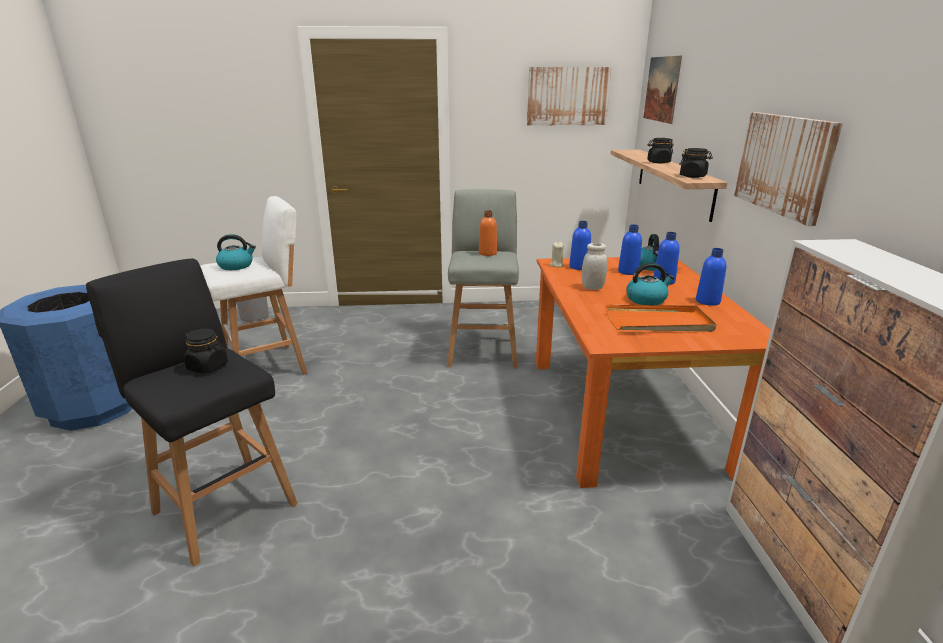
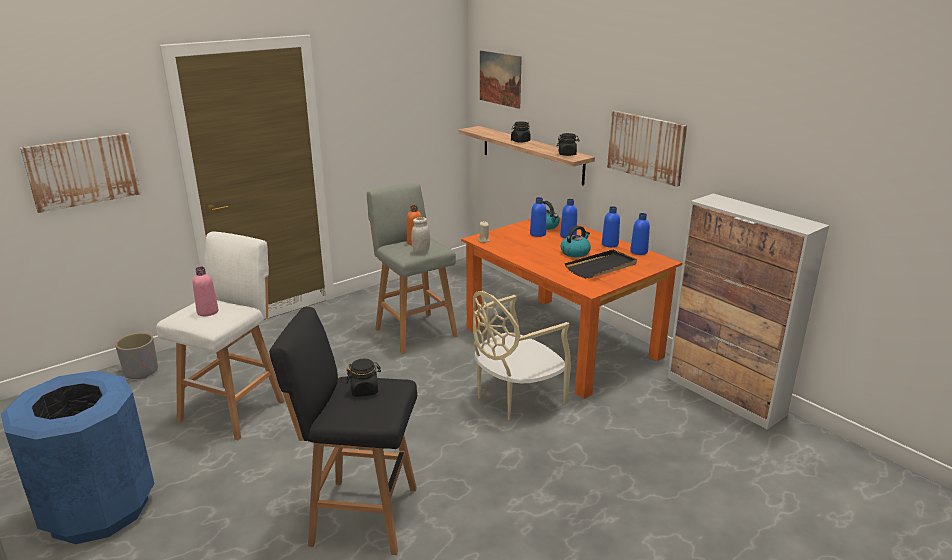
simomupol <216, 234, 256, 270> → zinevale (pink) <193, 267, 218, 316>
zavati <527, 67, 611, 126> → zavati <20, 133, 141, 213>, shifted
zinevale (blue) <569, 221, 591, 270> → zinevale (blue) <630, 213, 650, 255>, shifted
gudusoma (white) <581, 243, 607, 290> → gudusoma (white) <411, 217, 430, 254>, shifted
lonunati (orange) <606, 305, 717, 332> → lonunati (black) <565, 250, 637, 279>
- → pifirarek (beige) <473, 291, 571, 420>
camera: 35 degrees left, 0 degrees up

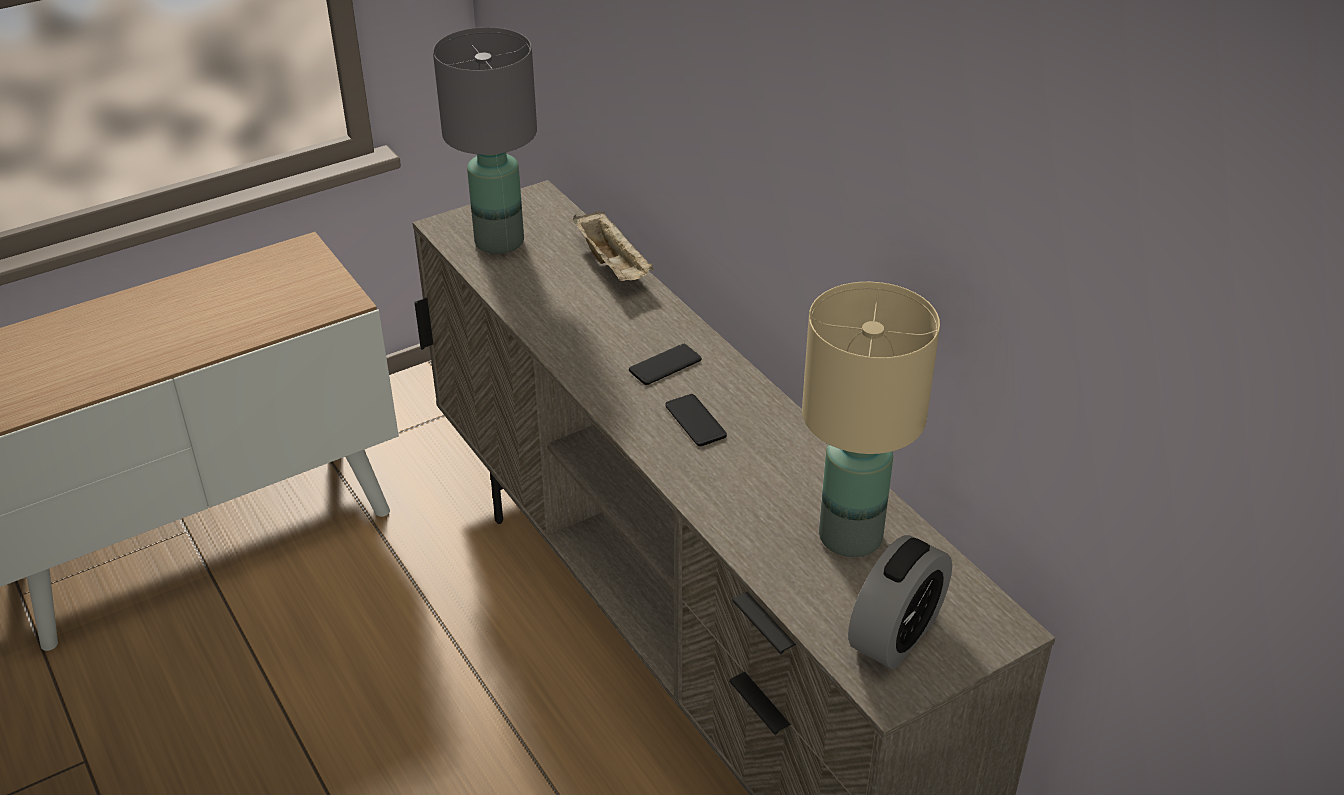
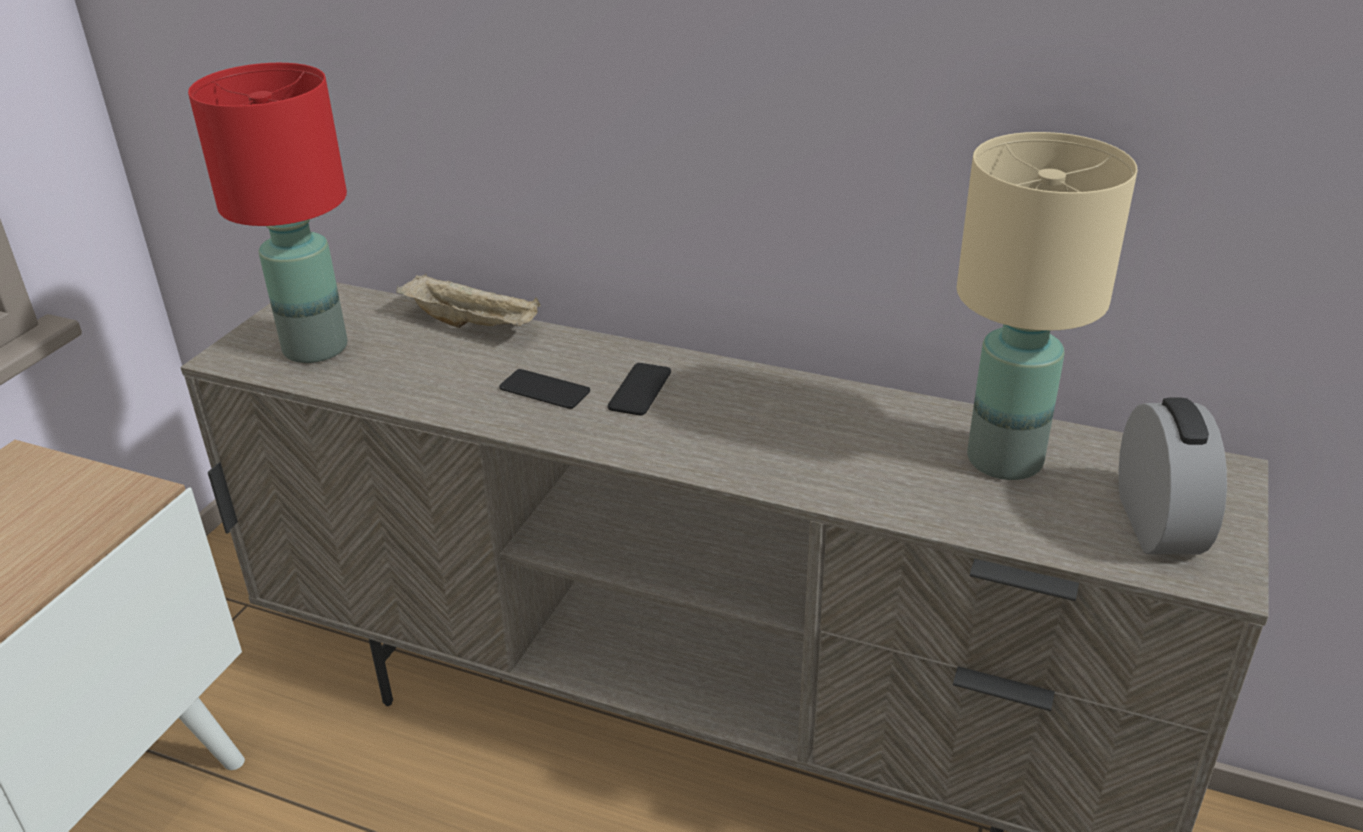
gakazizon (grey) <433, 27, 537, 254> → gakazizon (red) <188, 63, 347, 363>
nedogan <665, 394, 727, 446> → nedogan <499, 369, 590, 409>, shifted
camera: 35 degrees left, 5 degrees down

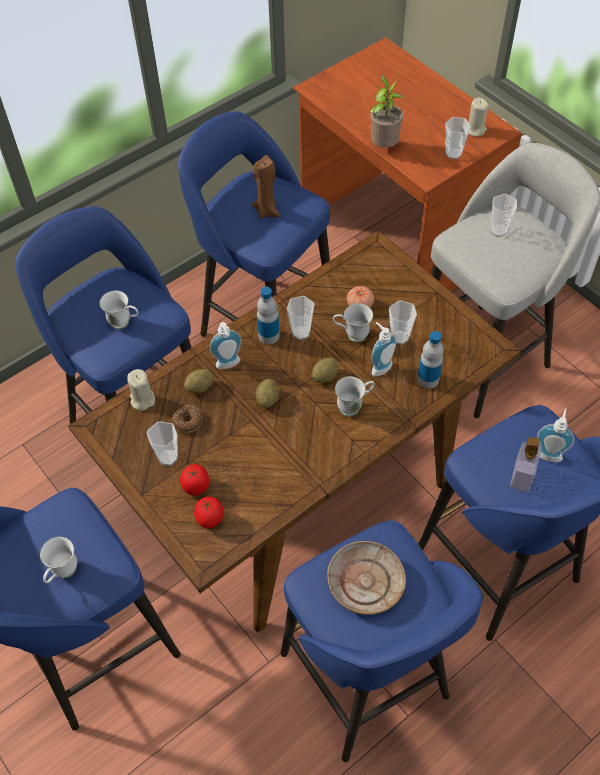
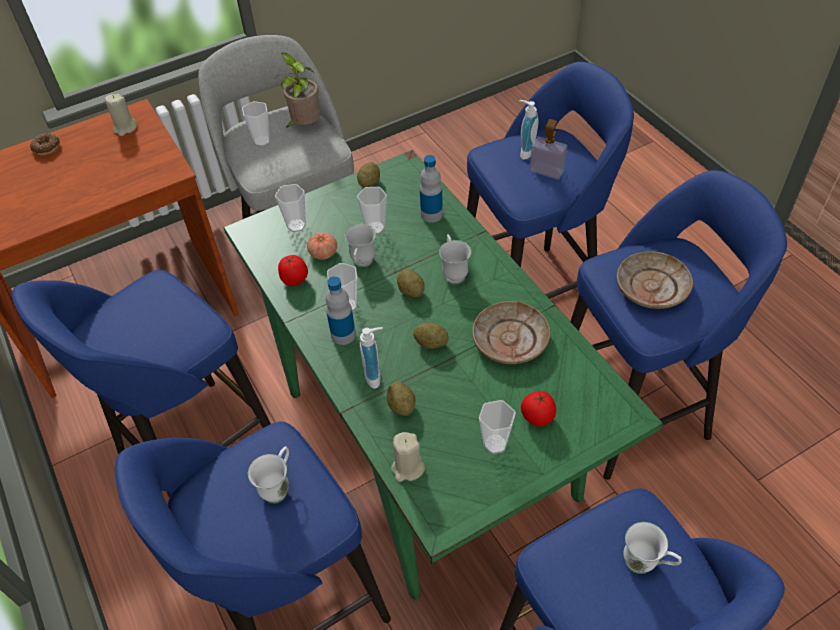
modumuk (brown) <68, 230, 522, 632> → modumuk (green) <223, 150, 664, 600>
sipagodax <172, 405, 203, 433> → sipagodax <30, 133, 60, 155>, shifted
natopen <194, 497, 224, 528> → natopen <278, 255, 308, 286>, shifted
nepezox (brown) <252, 155, 280, 219> → -
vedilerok <370, 74, 403, 148> → vedilerok <271, 53, 320, 128>, shifted
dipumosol <371, 322, 397, 376> → -
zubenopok <445, 117, 471, 159> → zubenopok <275, 184, 306, 232>, shifted
- → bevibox <357, 162, 380, 188>
- → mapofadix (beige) <472, 301, 550, 364>
camera: 80 degrees left, 5 degrees down

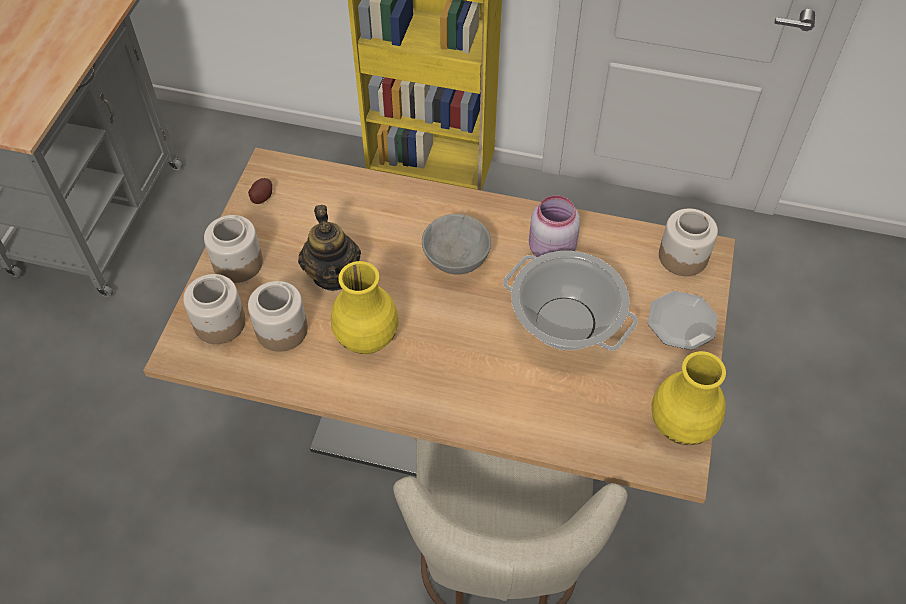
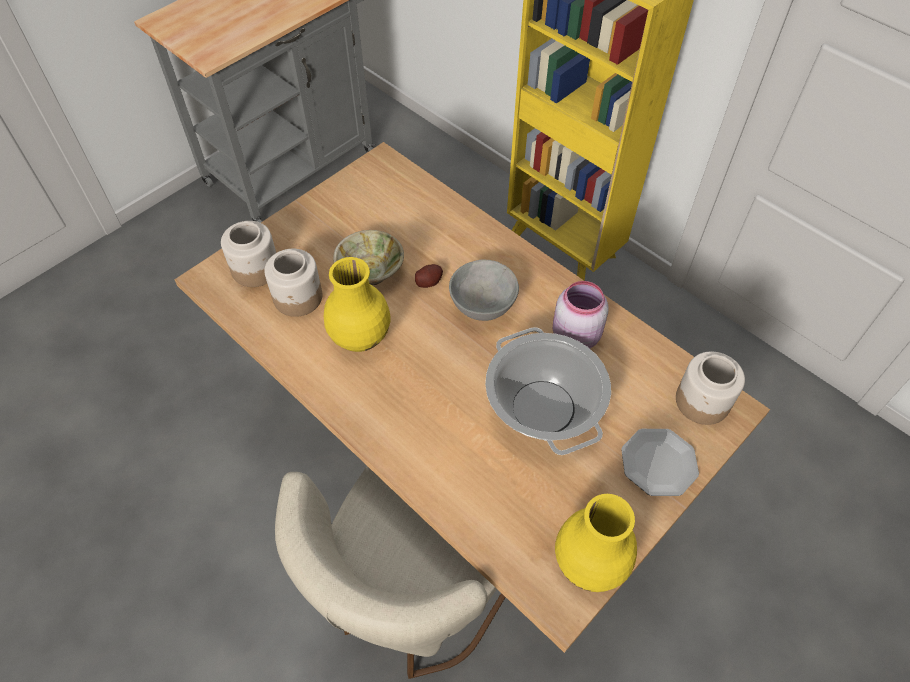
gudusoma <204, 215, 263, 283> → -
bevibox <248, 178, 272, 204> → bevibox <415, 264, 443, 288>, shifted
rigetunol <298, 205, 361, 291> → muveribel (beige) <333, 230, 404, 286>
camera: 30 degrees right, 0 degrees up

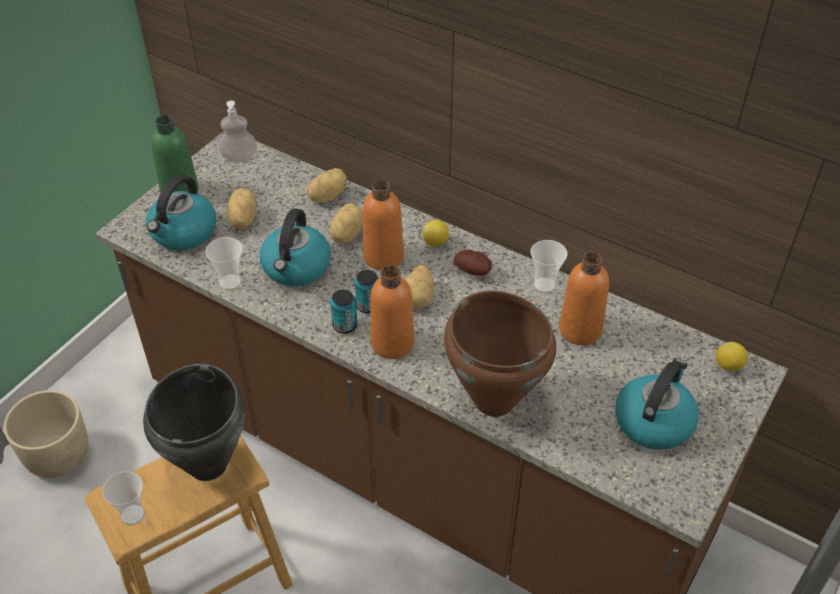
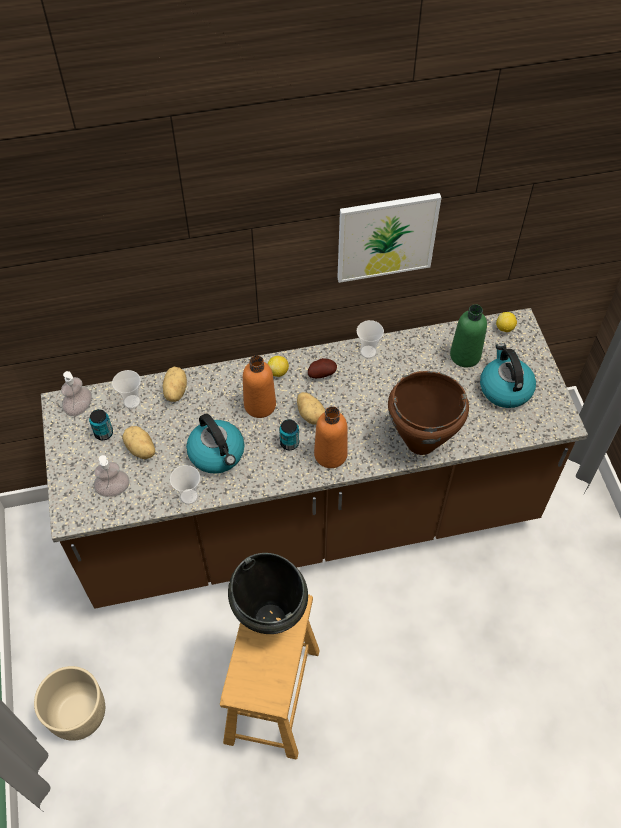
zubenopok <102, 471, 145, 525> → zubenopok <112, 370, 141, 409>, shifted
simomupol <146, 175, 216, 250> → dipumosol <94, 455, 129, 497>
zinevale (green) <151, 115, 199, 193> → zinevale (green) <450, 304, 487, 367>, shifted
bevibox <330, 203, 363, 243> → -
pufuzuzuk <330, 290, 357, 334> → pufuzuzuk <89, 409, 113, 440>, shifted
zinevale (orange) <559, 252, 609, 345> → -
- → zavati <337, 193, 441, 283>
camera: 45 degrees left, 10 degrees up

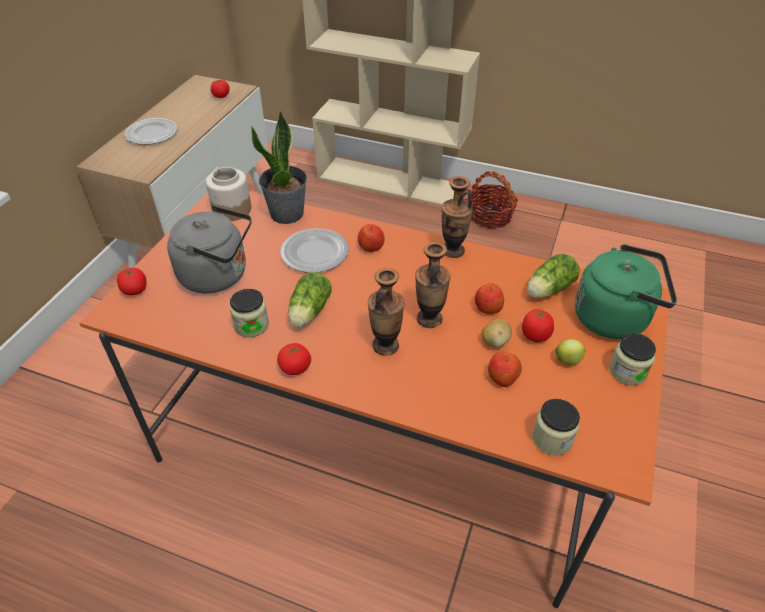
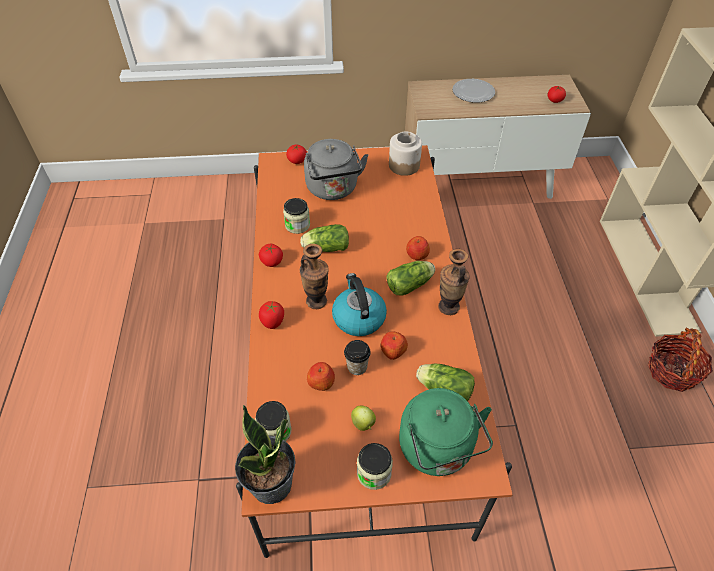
vedilerok <251, 111, 307, 224> → vedilerok <235, 405, 295, 504>, shifted
mapofadix <280, 228, 349, 273> → -
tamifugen <415, 242, 450, 328> → simomupol <332, 273, 387, 336>
bevibox <482, 319, 512, 348> → zubenopok <344, 340, 371, 375>
natopen <522, 309, 554, 342> → natopen <259, 301, 284, 329>, shifted
- → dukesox <387, 261, 435, 295>
camera: 65 degrees right, 5 degrees up

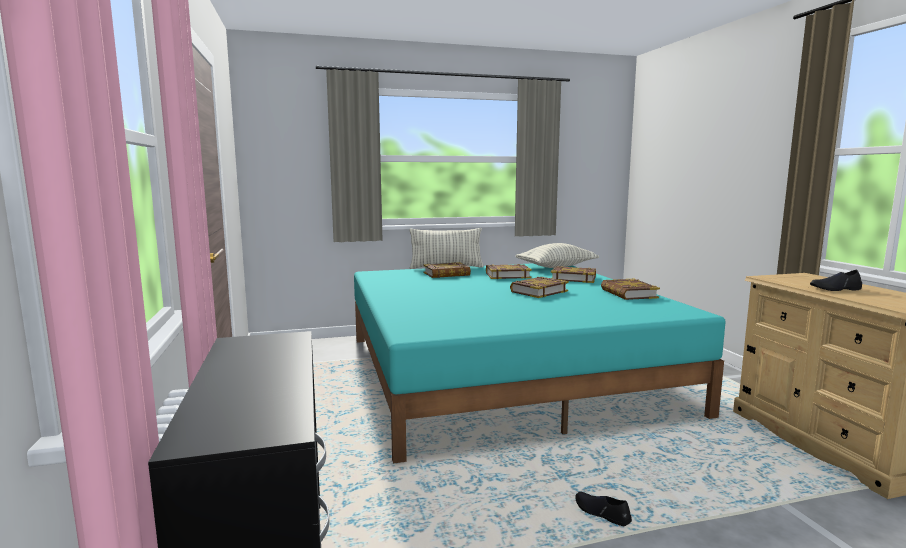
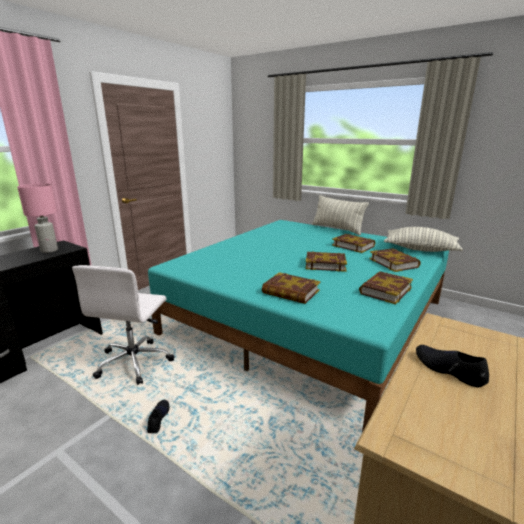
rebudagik <423, 262, 471, 278> → rebudagik <262, 272, 320, 304>, shifted
- → gakazizon (pink) <17, 183, 58, 253>
- → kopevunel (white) <72, 265, 175, 385>
camera: 50 degrees right, 10 degrees up

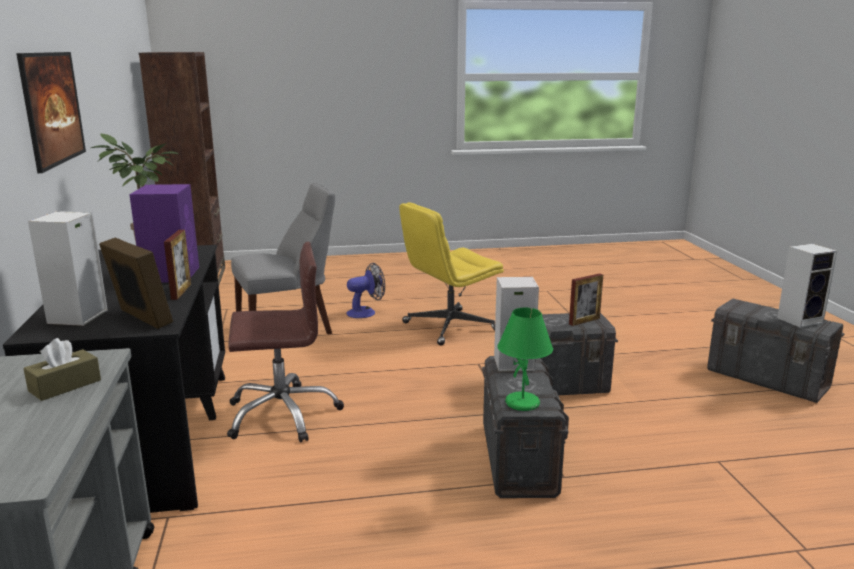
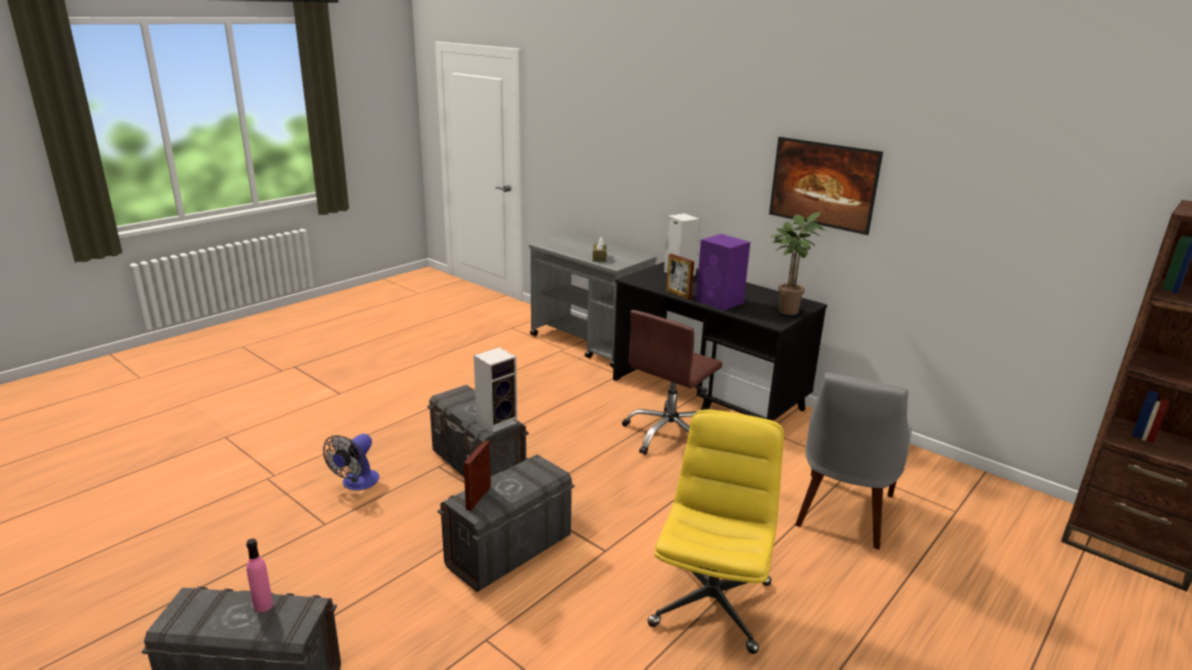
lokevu <99, 238, 173, 329> → -
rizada <347, 263, 385, 318> → rizada <323, 434, 379, 490>, shifted
gakazizon (green) <497, 308, 553, 411> → -
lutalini <777, 244, 837, 328> → -
- → zinevale (pink) <246, 539, 273, 612>
camera: 140 degrees right, 5 degrees up

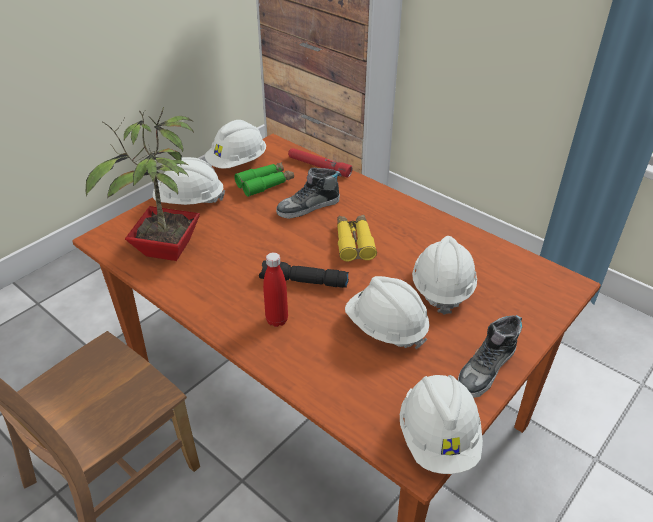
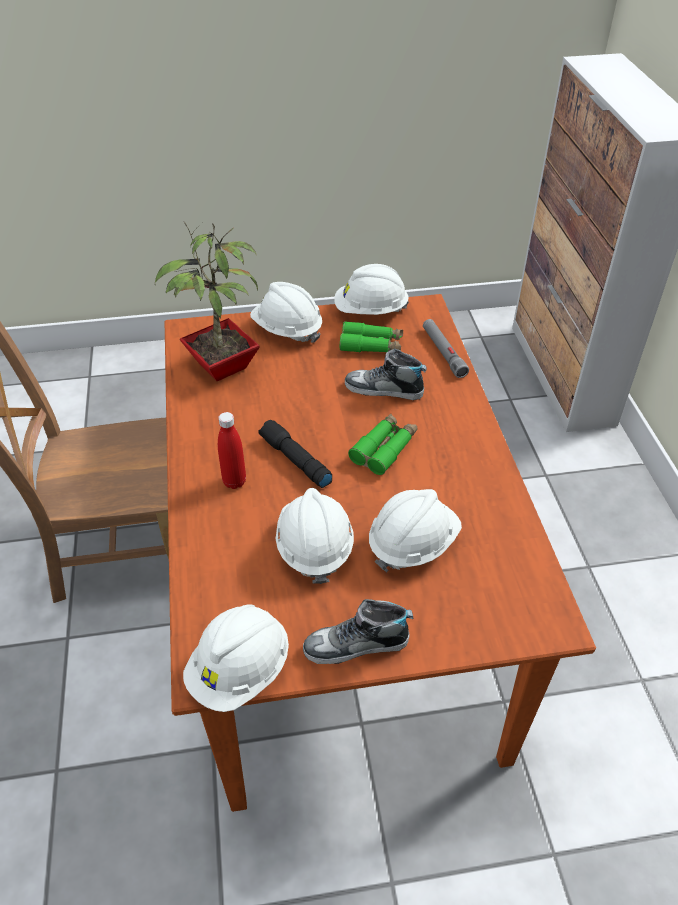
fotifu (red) <288, 148, 352, 178> → fotifu (grey) <423, 319, 469, 378>
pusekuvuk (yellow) <337, 215, 377, 261> → pusekuvuk (green) <348, 414, 418, 475>
camera: 40 degrees right, 5 degrees up

